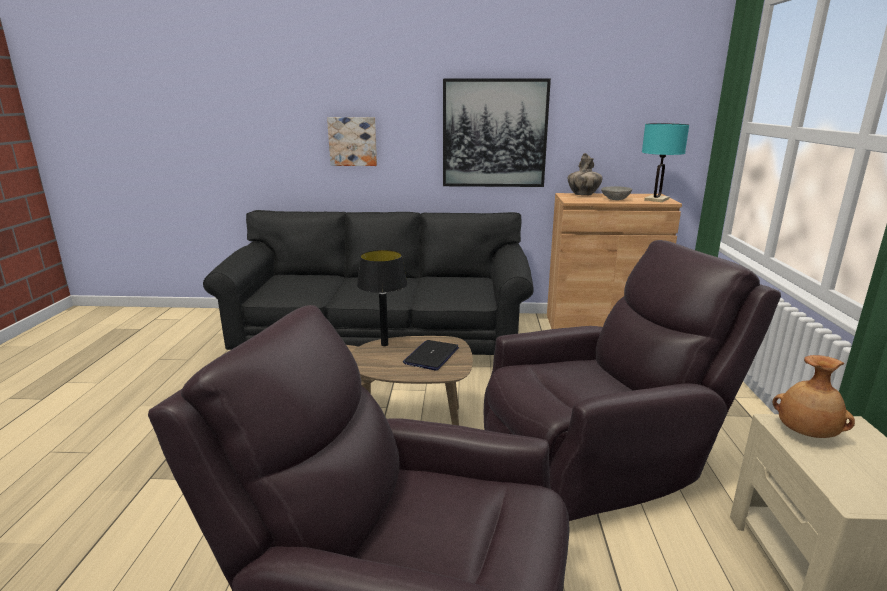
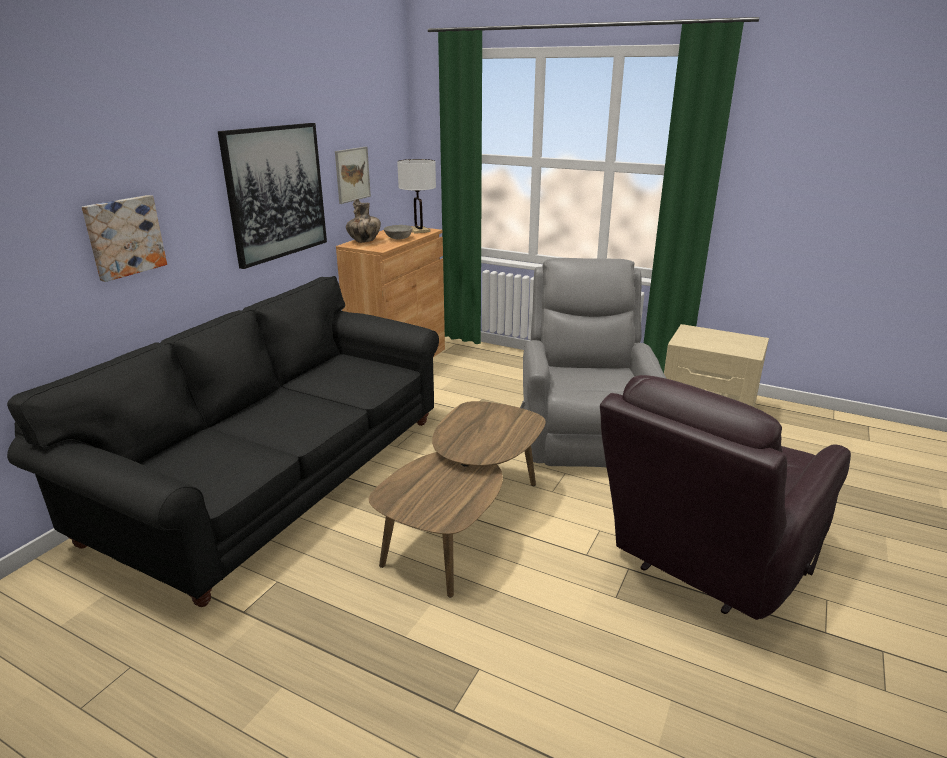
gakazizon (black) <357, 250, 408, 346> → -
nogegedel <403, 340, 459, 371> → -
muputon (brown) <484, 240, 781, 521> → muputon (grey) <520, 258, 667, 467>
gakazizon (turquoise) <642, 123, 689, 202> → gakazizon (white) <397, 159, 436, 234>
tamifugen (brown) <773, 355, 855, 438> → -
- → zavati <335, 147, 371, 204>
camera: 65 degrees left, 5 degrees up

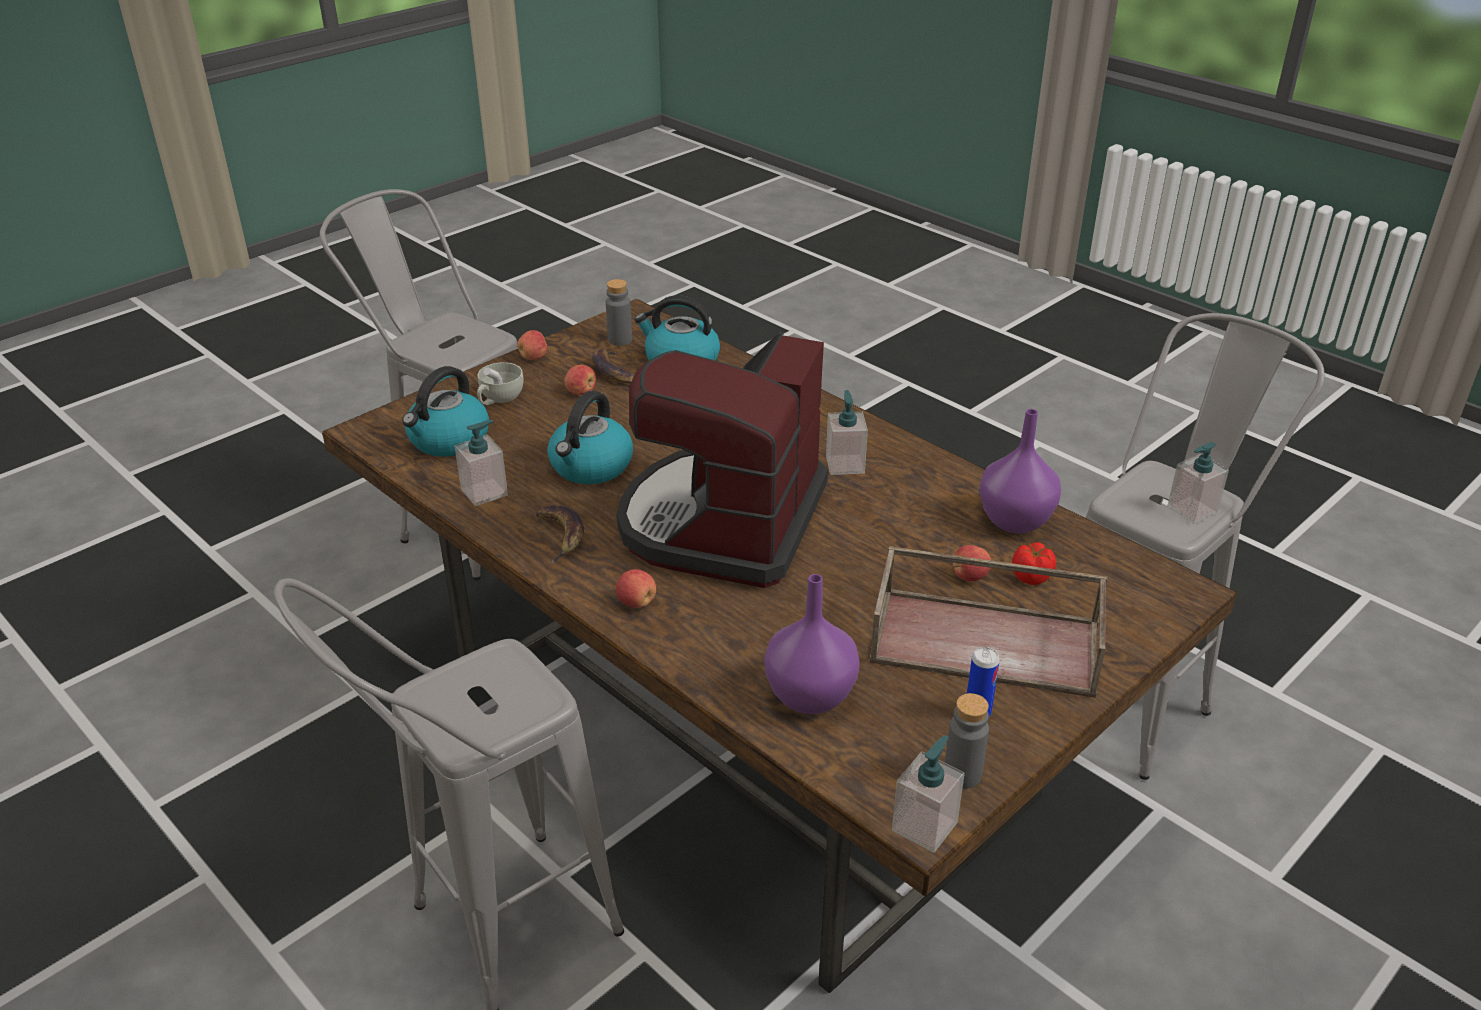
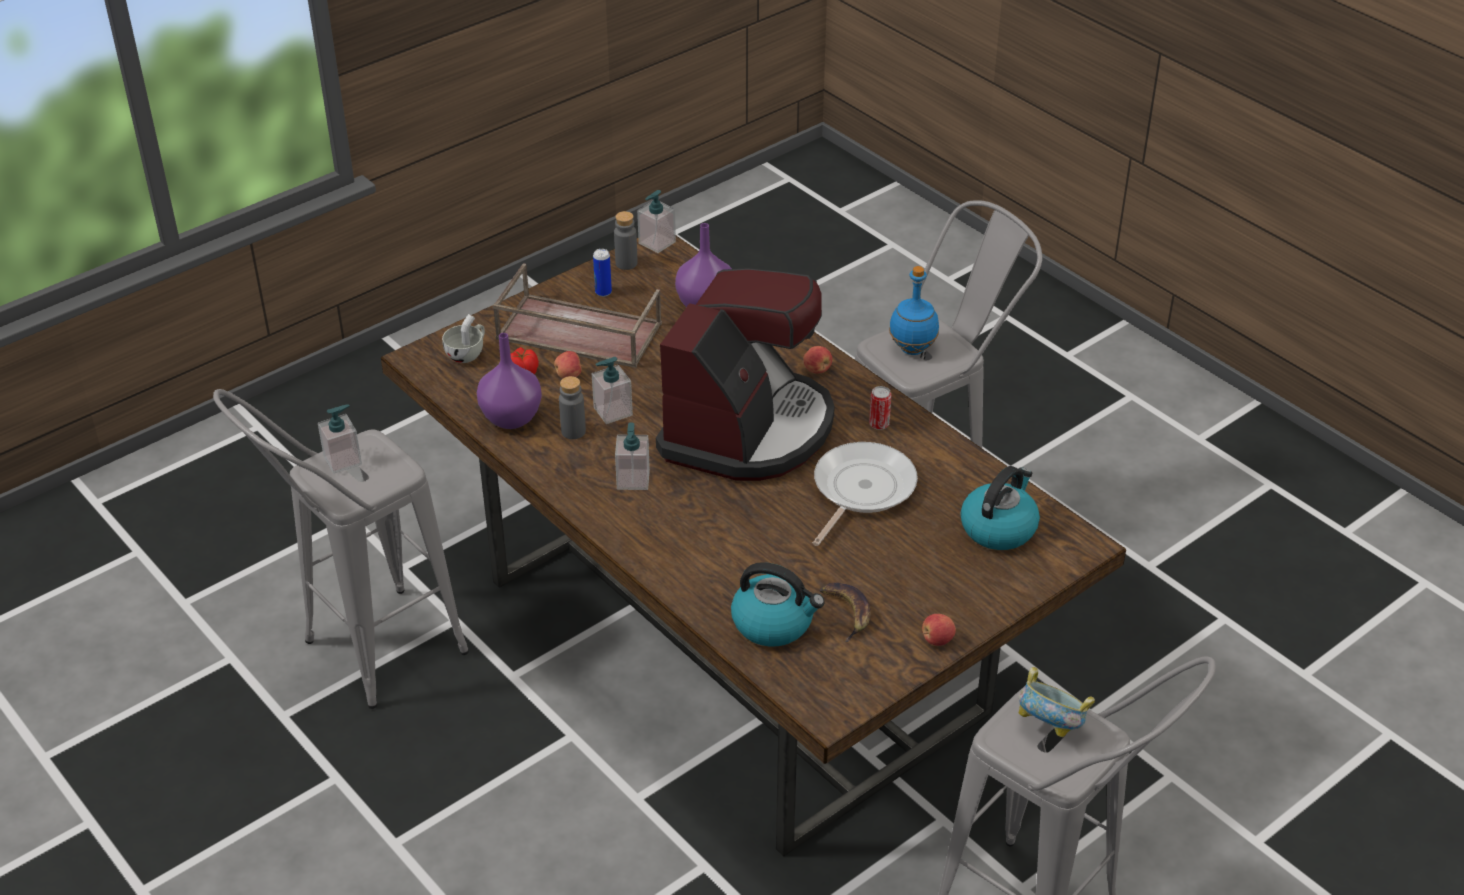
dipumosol <455, 420, 508, 506> → dipumosol <592, 357, 633, 424>, shifted
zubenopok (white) <477, 362, 524, 405> → zubenopok (white) <442, 314, 485, 363>, shifted
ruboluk <536, 505, 584, 564> → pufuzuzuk <869, 386, 891, 430>
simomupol <547, 391, 633, 484> → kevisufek <813, 442, 918, 546>
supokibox <565, 365, 596, 395> → -
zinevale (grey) <606, 279, 632, 346> → zinevale (grey) <559, 376, 586, 439>, shifted
- → zinevale (blue) <889, 266, 939, 355>
- → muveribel <1019, 667, 1095, 737>
camera: 175 degrees left, 5 degrees up

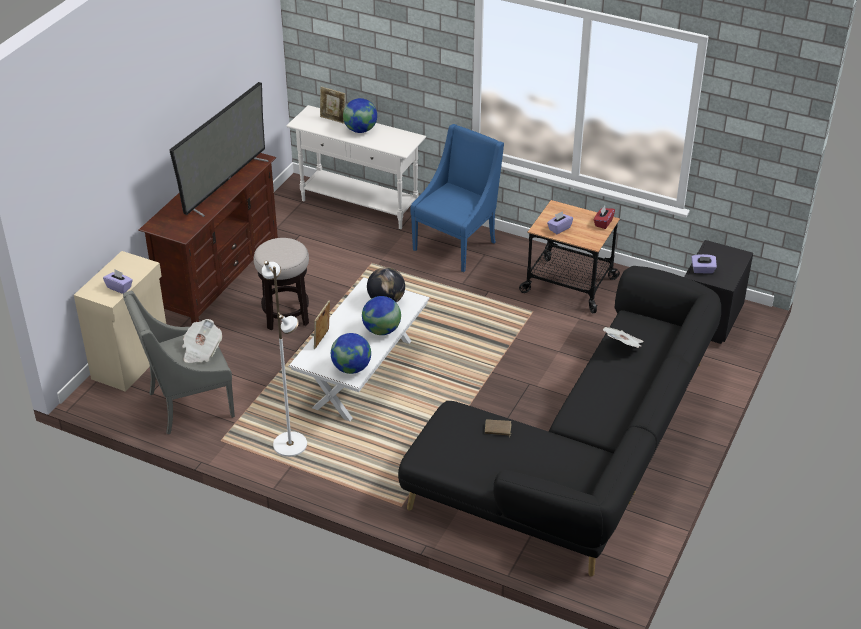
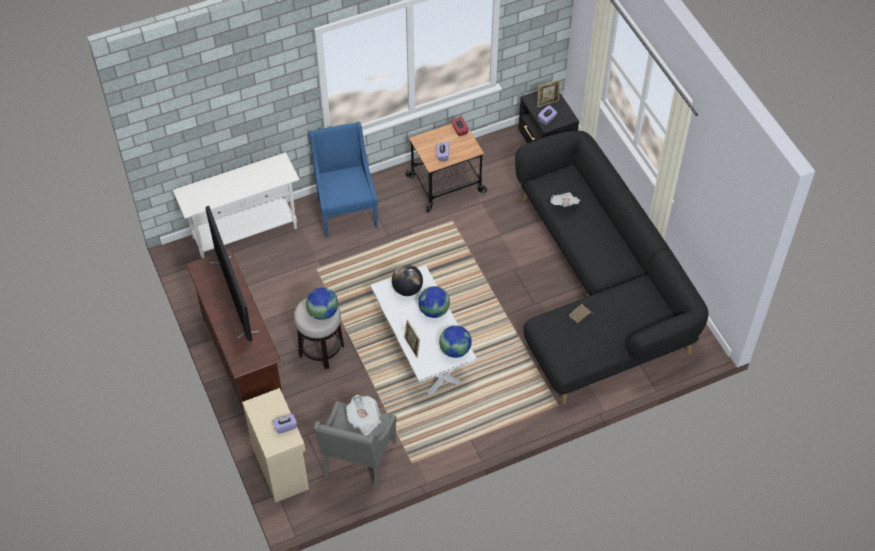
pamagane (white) <262, 261, 307, 457> → -
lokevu <320, 87, 346, 124> → lokevu <537, 79, 560, 107>, shifted
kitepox <343, 98, 377, 133> → kitepox <306, 288, 338, 320>, shifted
camera: 50 degrees left, 15 degrees up

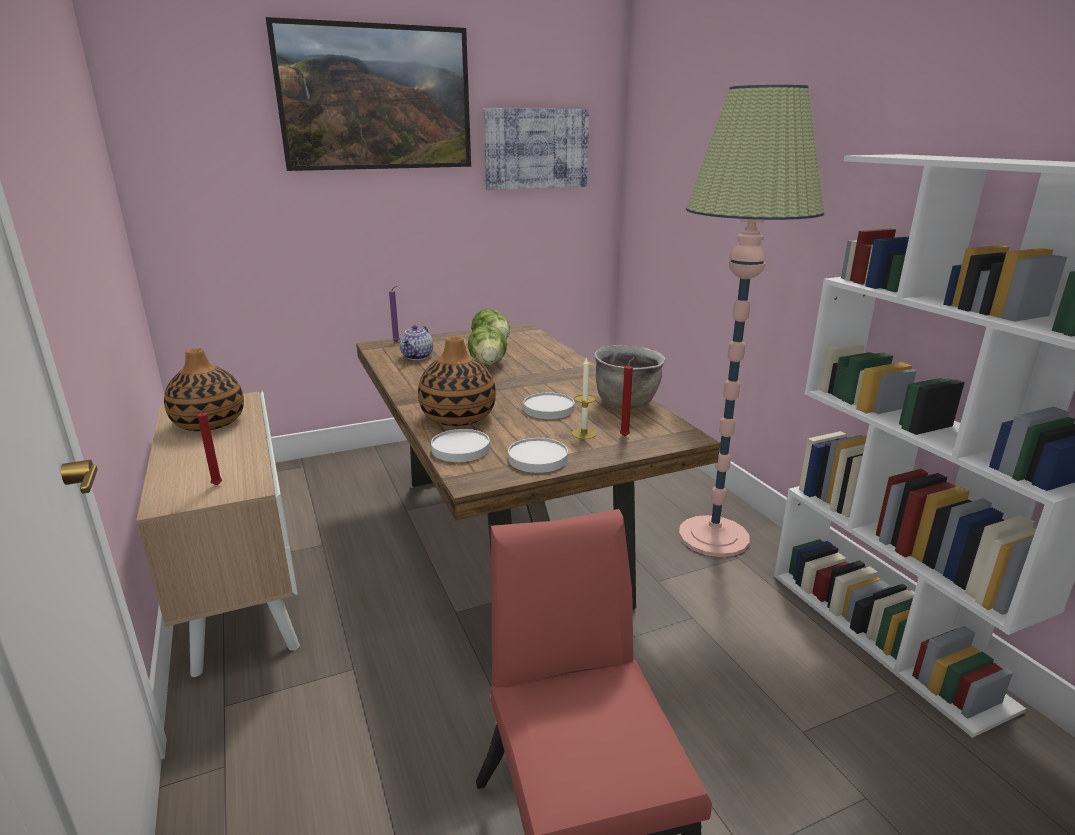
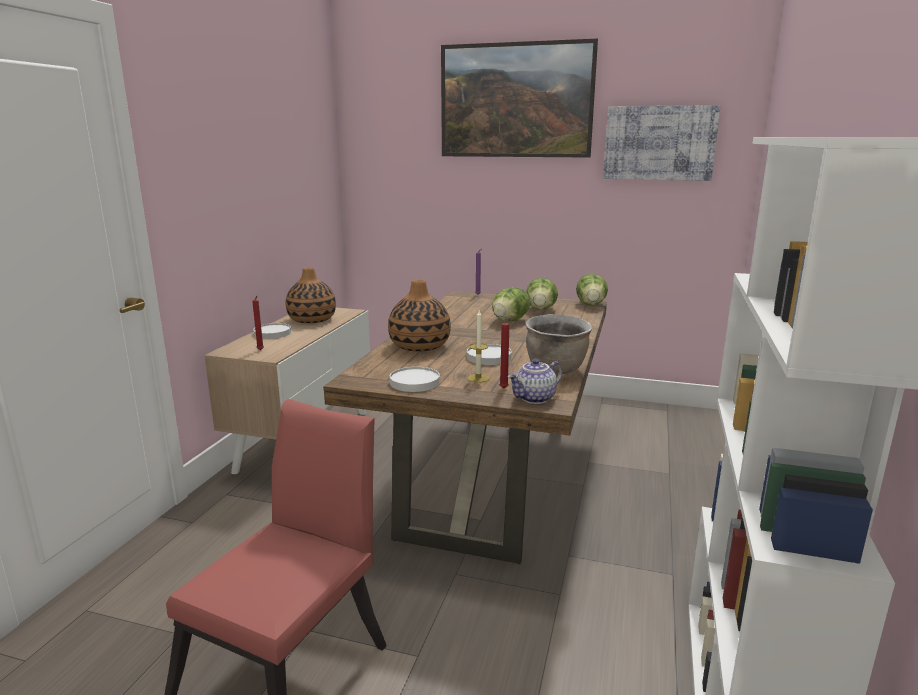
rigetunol <400, 325, 433, 360> → rigetunol <507, 359, 562, 404>, shifted
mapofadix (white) <431, 429, 490, 462> → mapofadix (white) <253, 323, 291, 339>, shifted
pamagane <679, 84, 824, 557> → -
- → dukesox <576, 274, 608, 306>
camera: 40 degrees right, 5 degrees down

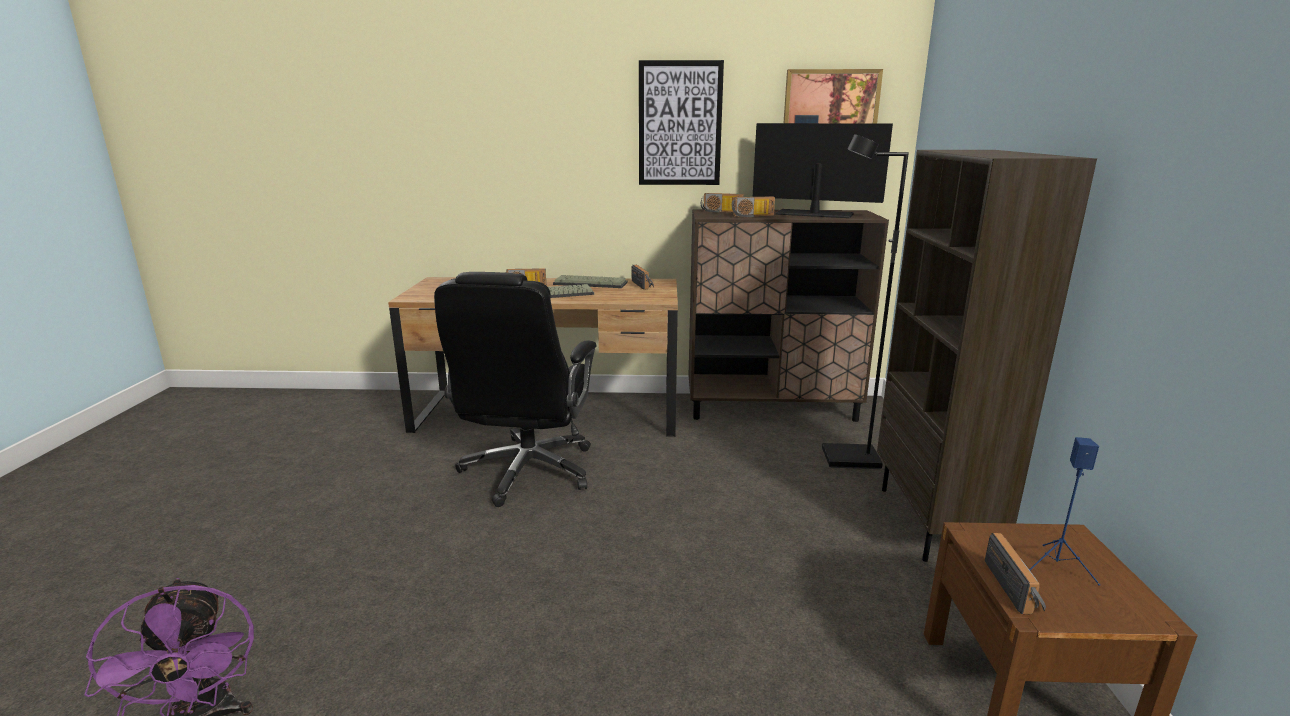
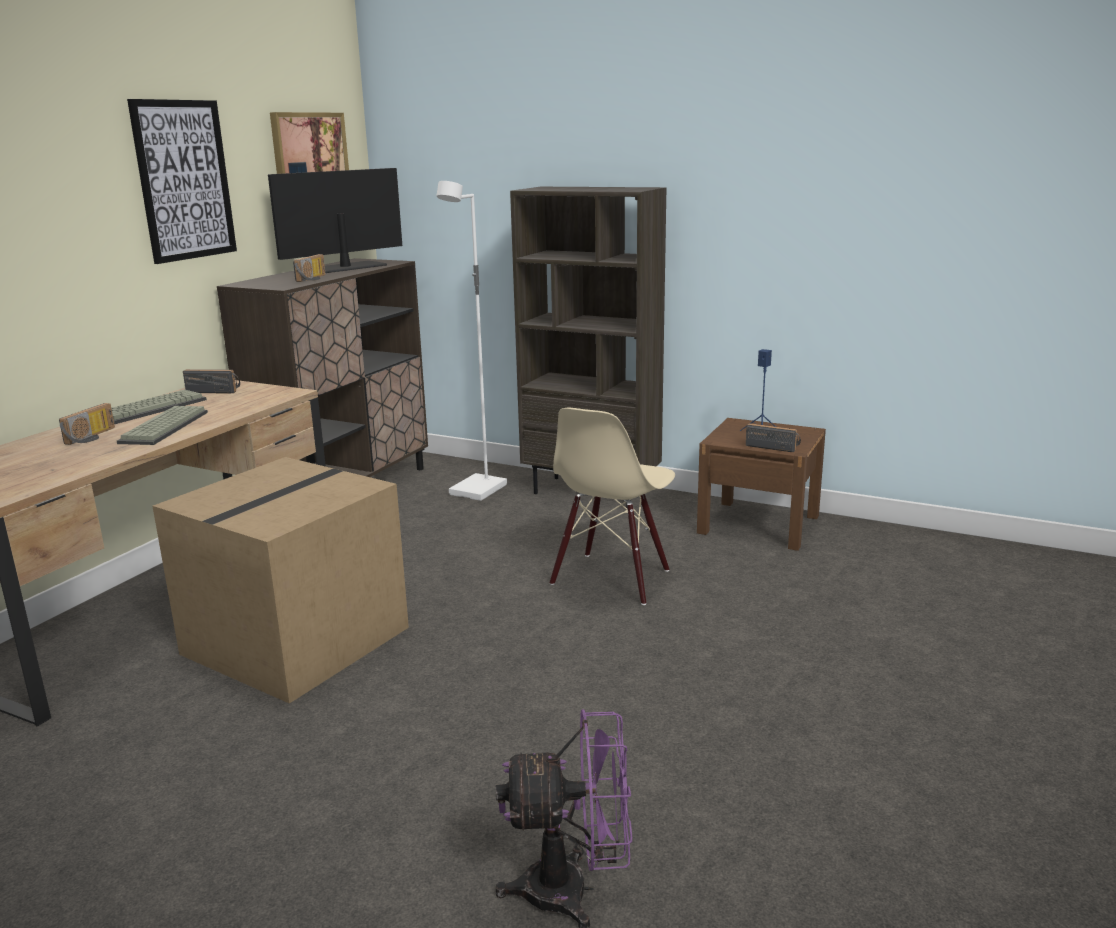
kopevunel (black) <434, 272, 596, 507> → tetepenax <152, 457, 409, 704>
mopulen <701, 193, 744, 212> → -
pamagane (black) <822, 134, 909, 469> → pamagane (white) <436, 181, 507, 501>
- → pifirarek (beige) <550, 408, 675, 605>
camera: 65 degrees left, 0 degrees up

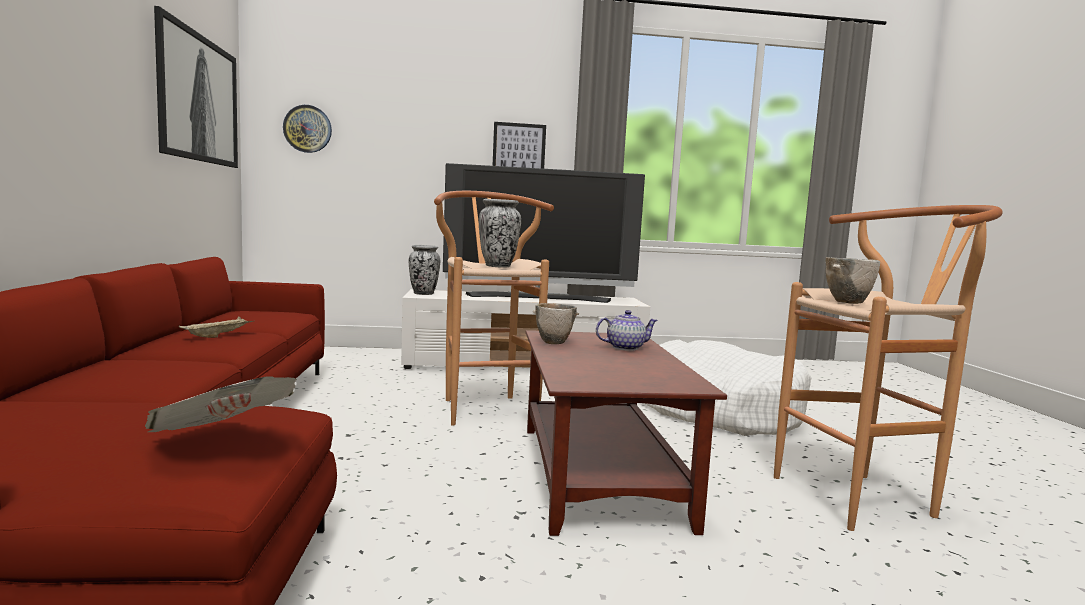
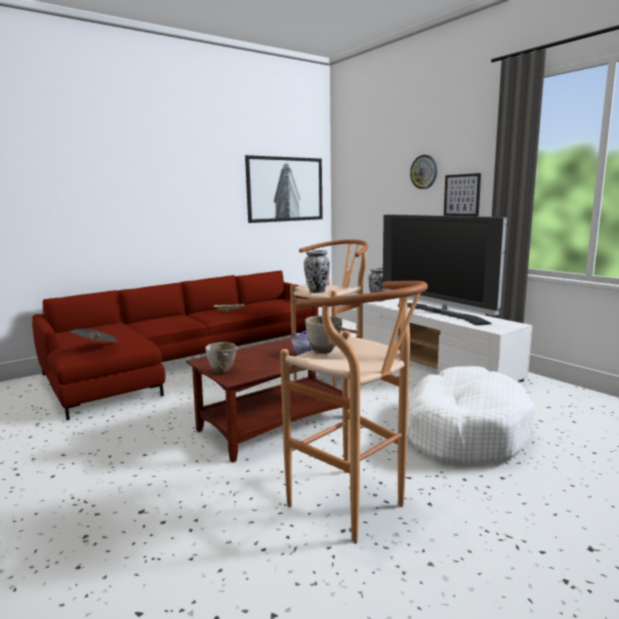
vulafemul <283, 105, 332, 153> → vulafemul <410, 155, 437, 189>, shifted
muveribel <533, 303, 579, 344> → muveribel <205, 342, 237, 374>, shifted
camera: 60 degrees right, 5 degrees up

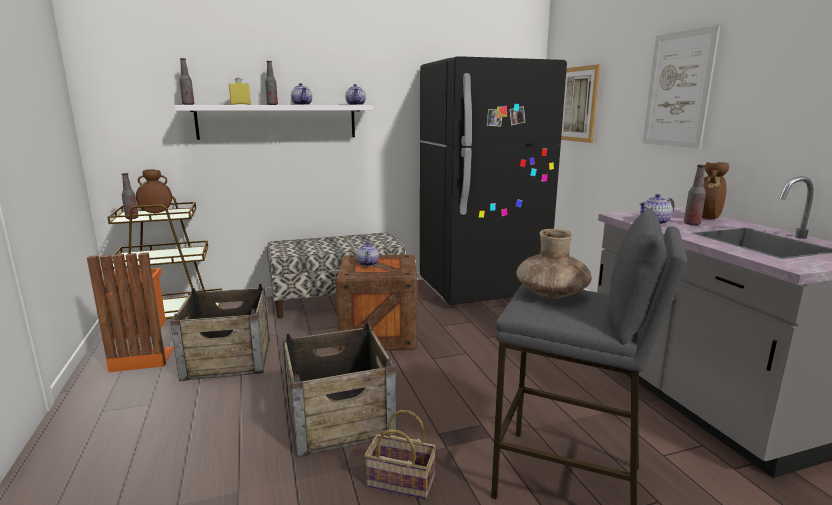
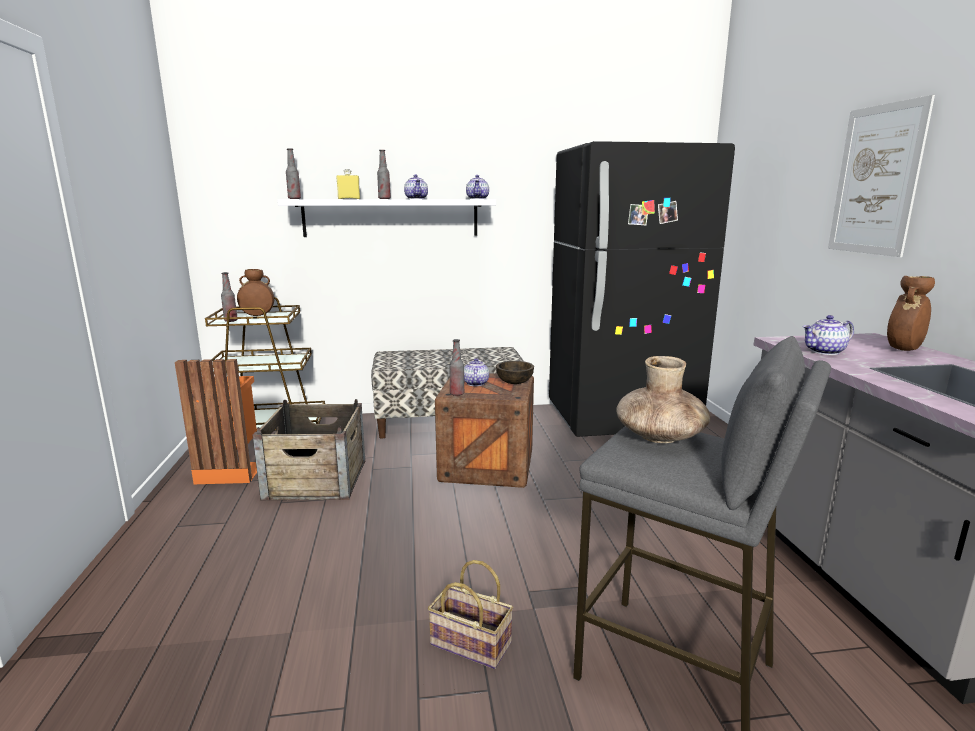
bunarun <282, 323, 396, 458> → -
zavati <561, 64, 601, 143> → -
zinevale <684, 165, 706, 225> → zinevale <450, 339, 464, 396>, shifted
- → muveribel (brown) <496, 361, 534, 384>
camera: 10 degrees right, 0 degrees up

